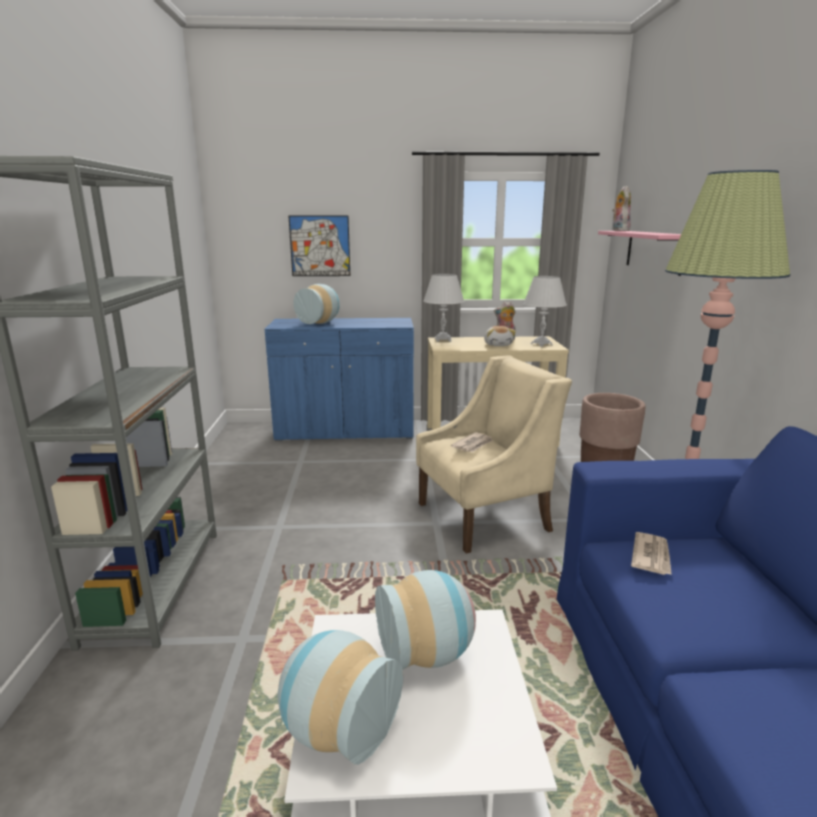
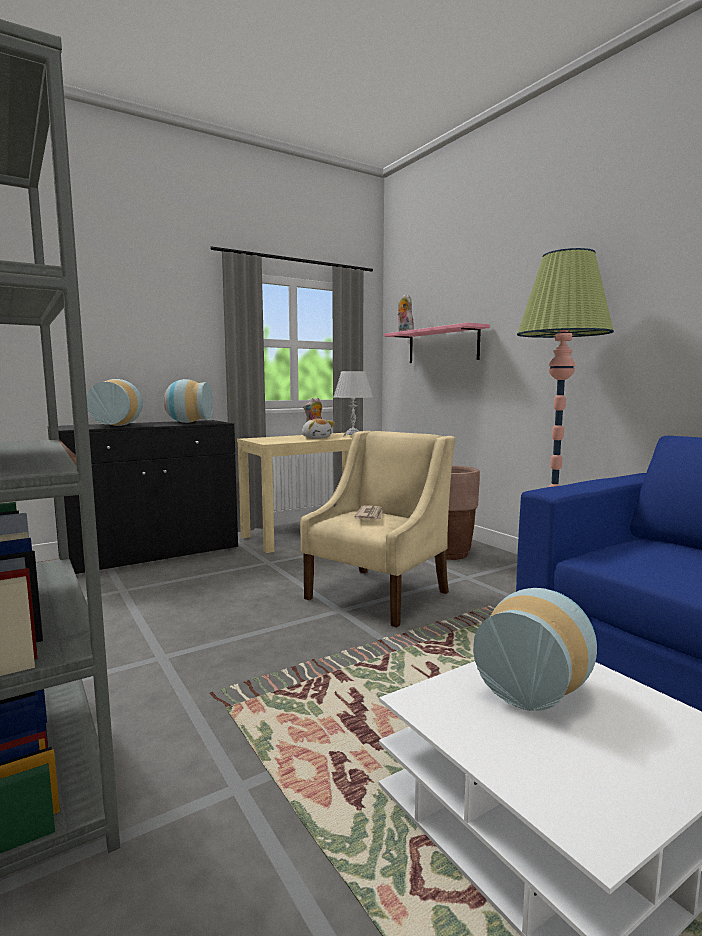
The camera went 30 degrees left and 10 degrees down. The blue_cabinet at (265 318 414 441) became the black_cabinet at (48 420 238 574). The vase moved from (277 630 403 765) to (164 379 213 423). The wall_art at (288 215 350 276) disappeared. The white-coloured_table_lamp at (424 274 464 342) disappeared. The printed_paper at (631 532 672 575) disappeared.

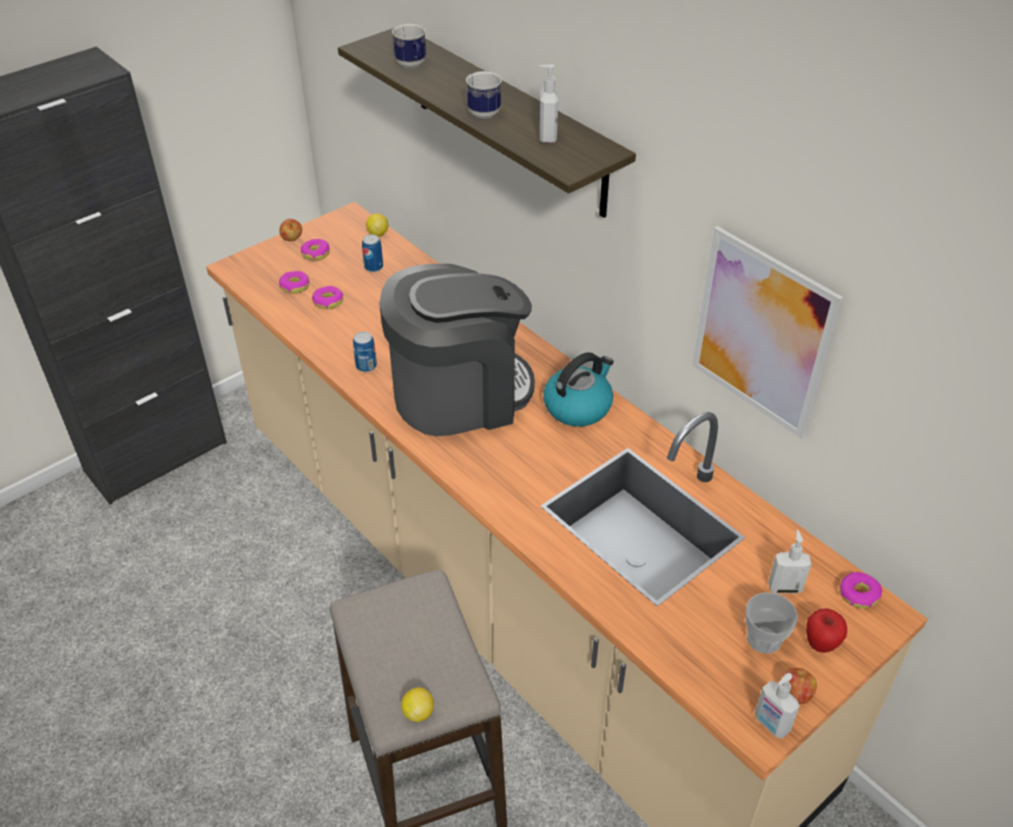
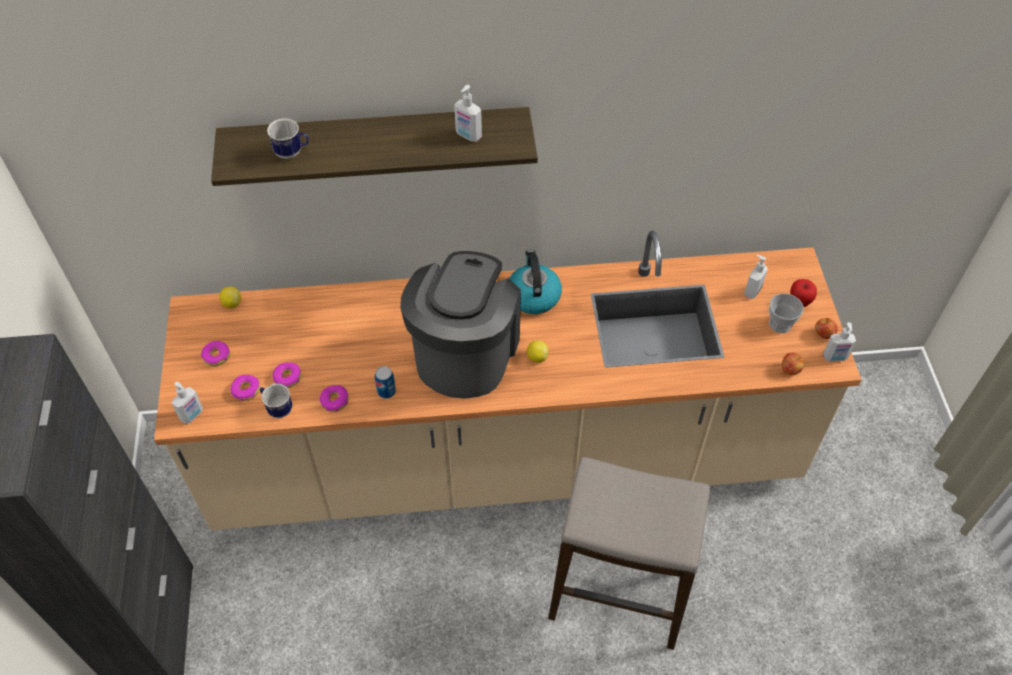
The camera went 55 degrees left and 10 degrees up. The soap_bottle at (172 382 203 424) appeared. The coffee_mug moved from (466 71 502 119) to (260 384 292 418). The doughnut moved from (840 572 882 609) to (320 385 349 412). The lemon moved from (401 687 434 722) to (527 340 549 363). The apple moved from (280 219 302 241) to (782 352 804 375). The can at (362 234 383 272) disappeared. The wall_art at (692 226 843 439) disappeared.

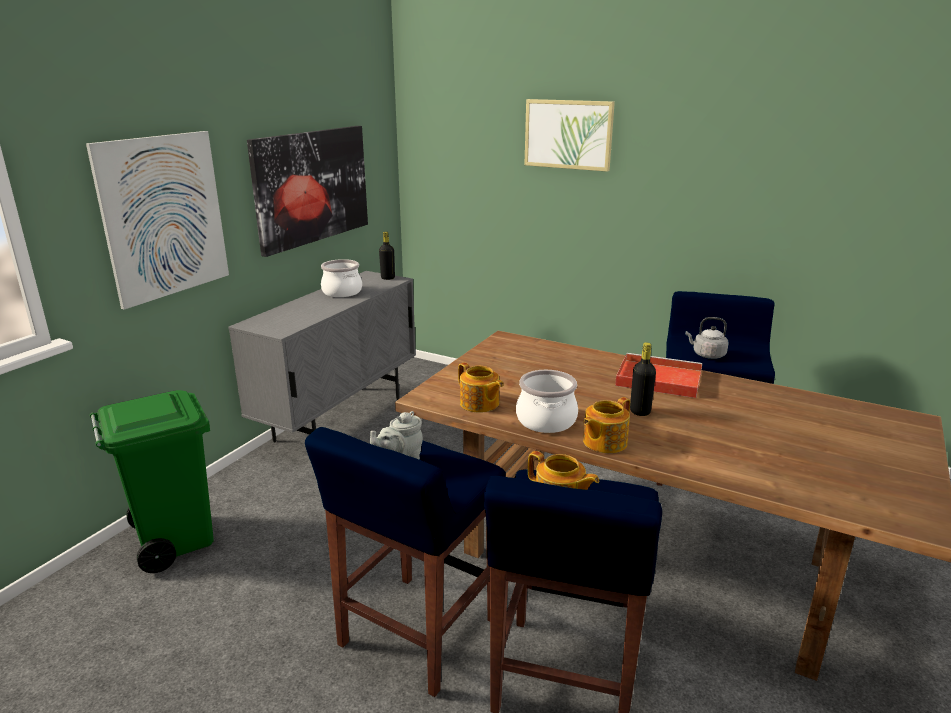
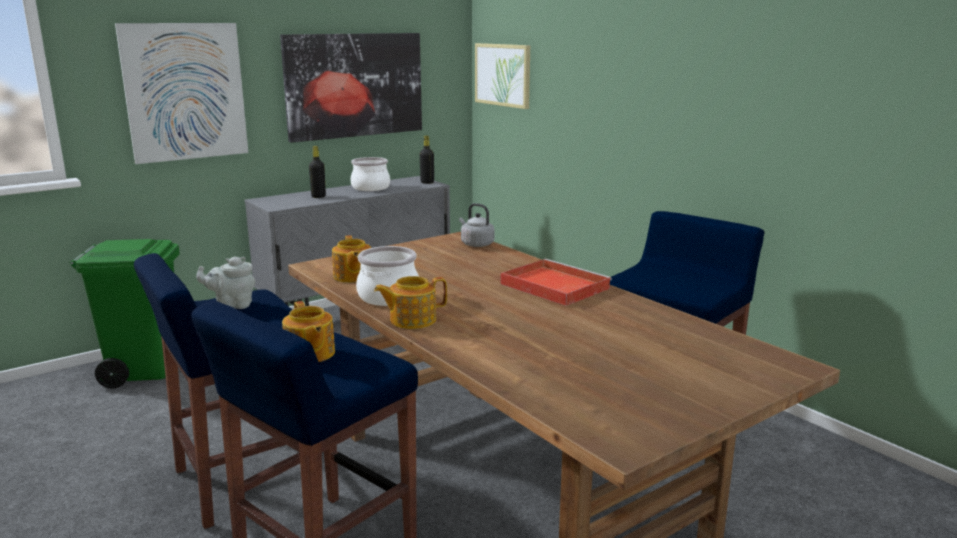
The camera went 25 degrees right and 5 degrees down. The black_drink_bottle moved from (630 342 656 416) to (309 146 326 198). The grey_water_kettle moved from (686 317 729 359) to (459 203 495 247). The wall_art moved from (524 99 615 172) to (475 43 530 109).

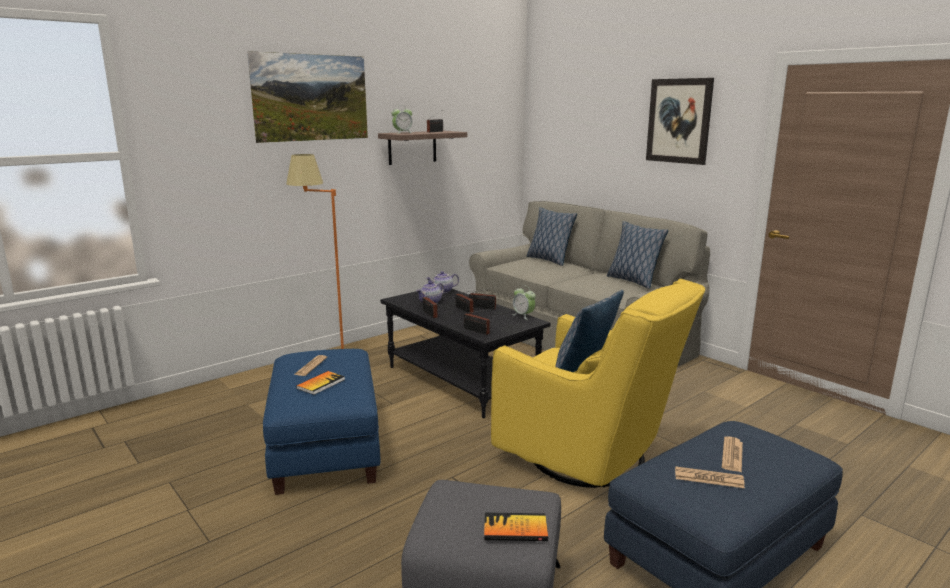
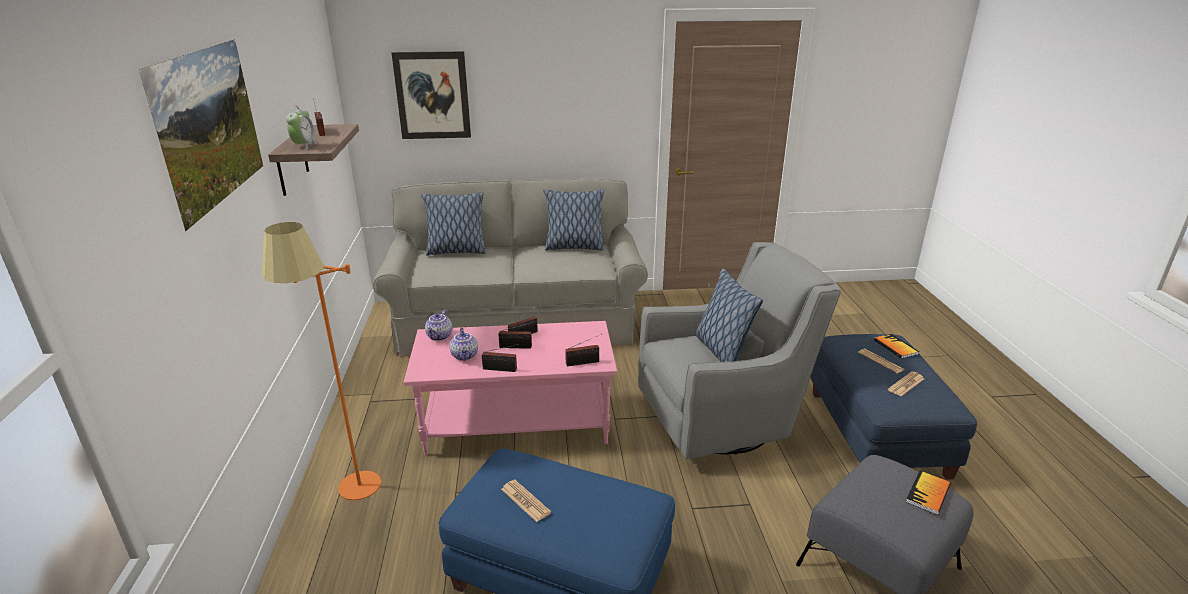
The camera went 55 degrees left and 10 degrees up. The wall_art moved from (646 78 714 165) to (392 51 471 139). The black_coffee_table at (380 289 551 418) became the pink_coffee_table at (403 321 617 455). The yellowish_lounge_chair at (491 279 705 488) became the grey_lounge_chair at (638 242 841 459). The book moved from (296 371 345 395) to (874 334 919 359). The alarm_clock at (512 285 536 320) disappeared.

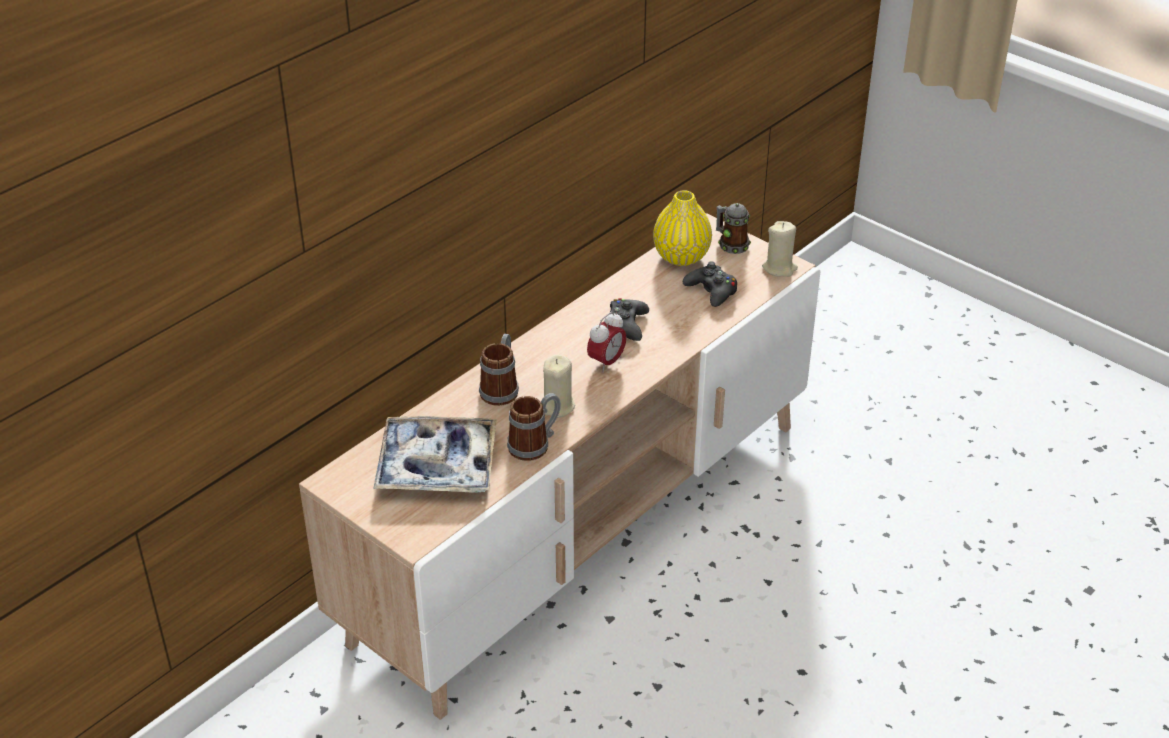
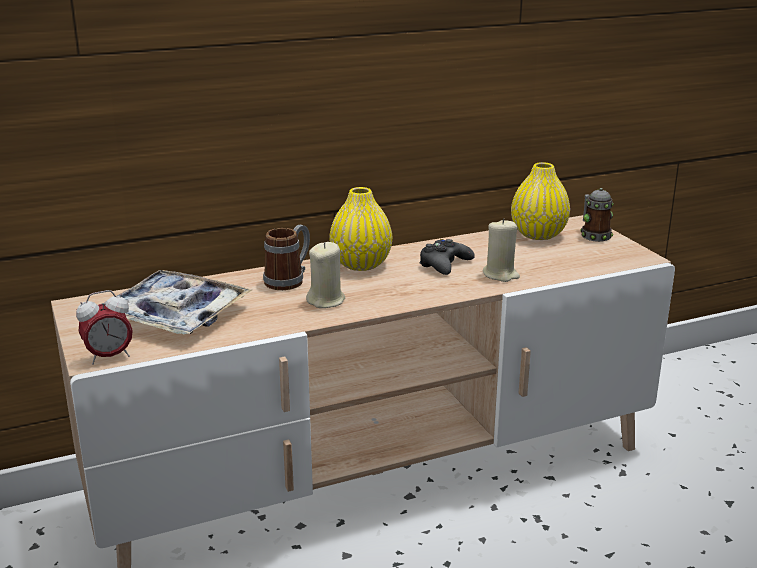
The camera went 25 degrees right and 15 degrees down. The alarm_clock moved from (587 312 627 373) to (76 290 133 365). The yellowish_vase at (329 187 392 271) appeared. The sand-coloured_wax_light moved from (762 221 798 277) to (483 219 520 282). The coffee_mug at (507 393 561 461) disappeared. The black_gamepad at (683 261 737 307) disappeared.

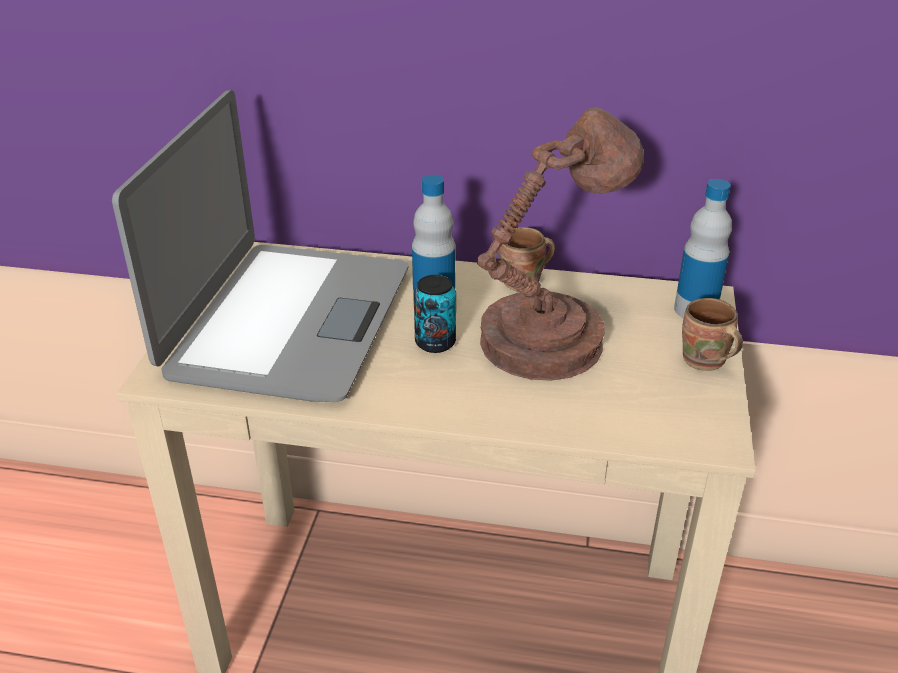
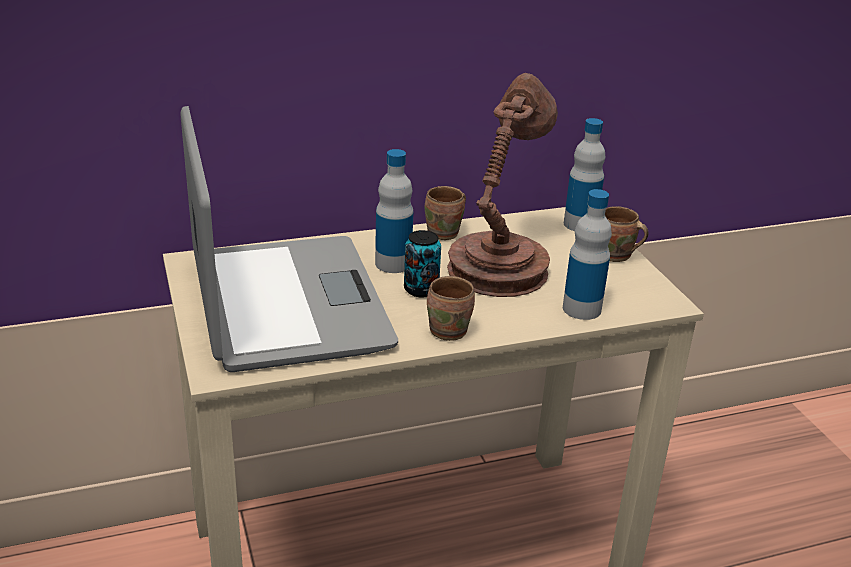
The camera went 30 degrees left and 5 degrees down. The brown_coffee_mug at (427 276 475 341) appeared. The drink_bottle at (563 189 612 320) appeared.

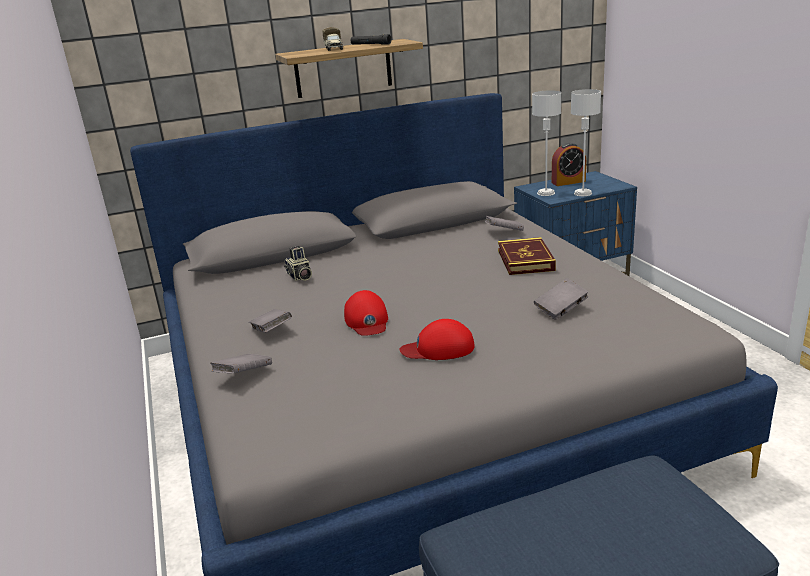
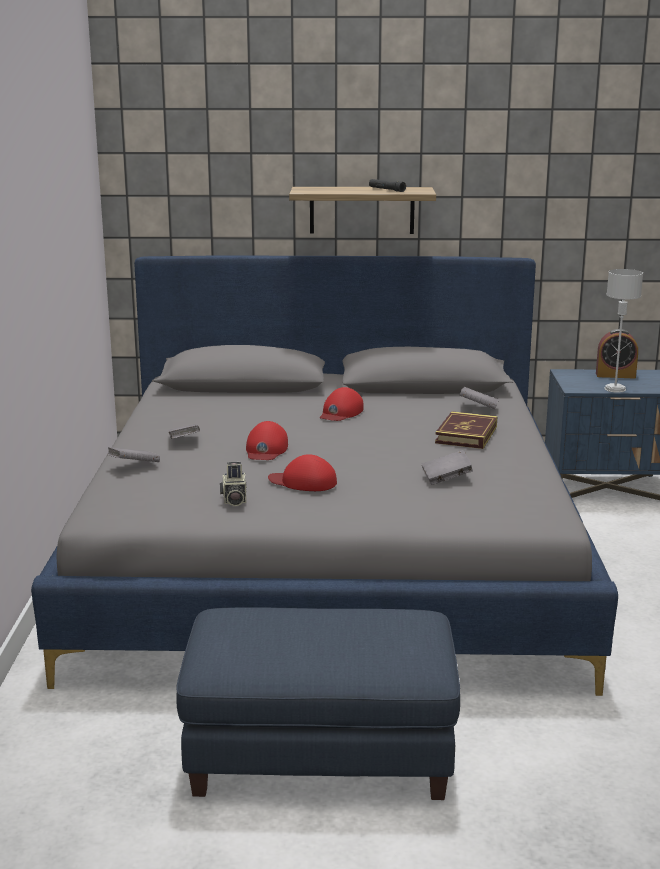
The camera went 20 degrees right and 5 degrees down. The still_camera moved from (284 246 312 281) to (220 462 247 506). The reddish_baseball_cap at (320 387 364 421) appeared. The toy_lorry at (322 27 343 51) disappeared. The grey_table_lamp at (532 90 561 196) disappeared.

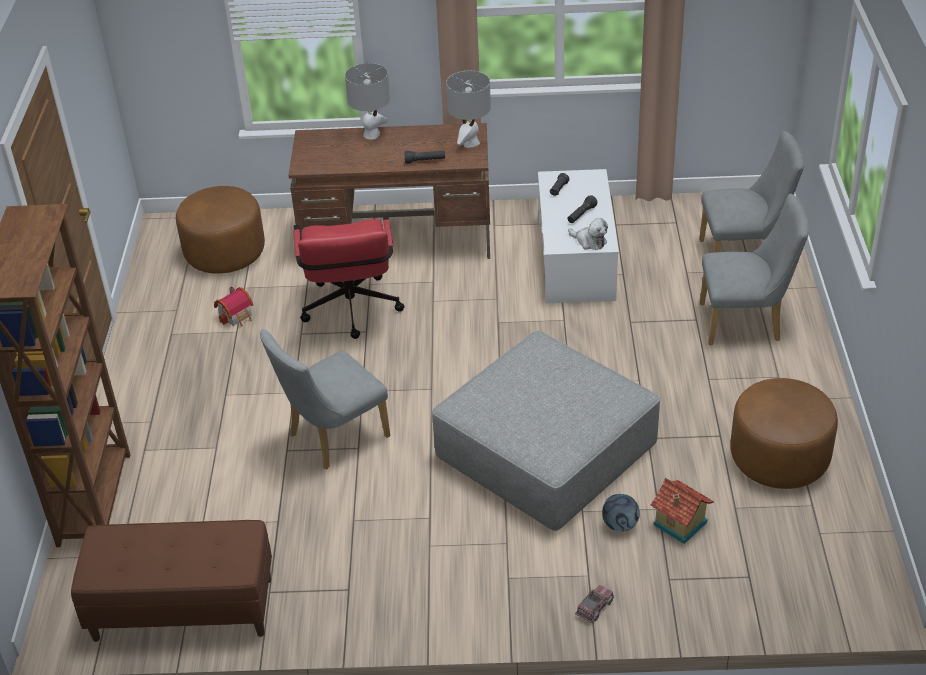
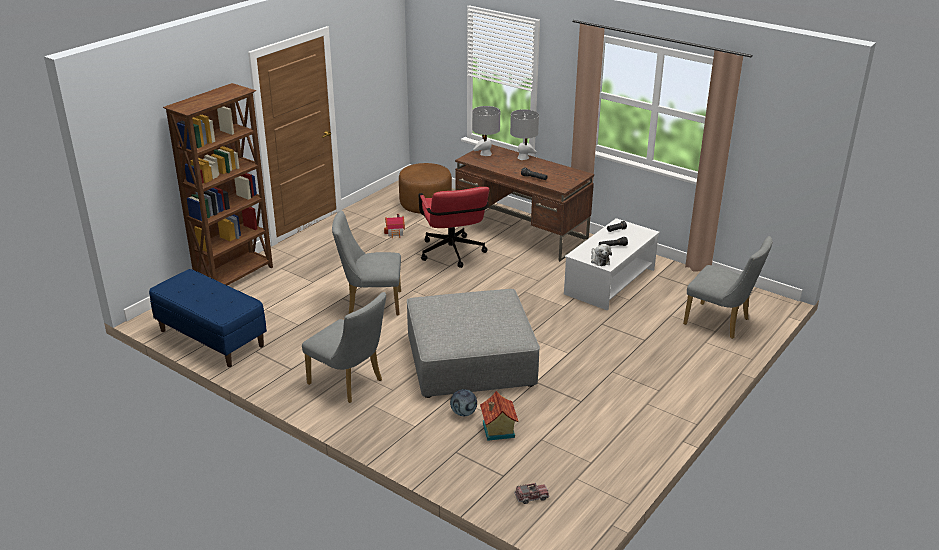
The camera went 35 degrees right and 10 degrees down. The brown_indoor_bench at (71 520 272 642) became the blue_indoor_bench at (149 269 267 367). The grey_upright_chair moved from (700 194 809 345) to (302 292 386 403). The reddish_office_chair at (293 215 404 339) turned 45 degrees counterclockwise. The grey_table_lamp moved from (446 71 491 148) to (472 106 500 156). The toy_lorry moved from (575 585 614 623) to (514 483 549 504). The brown_pouffe at (730 378 838 489) disappeared.

